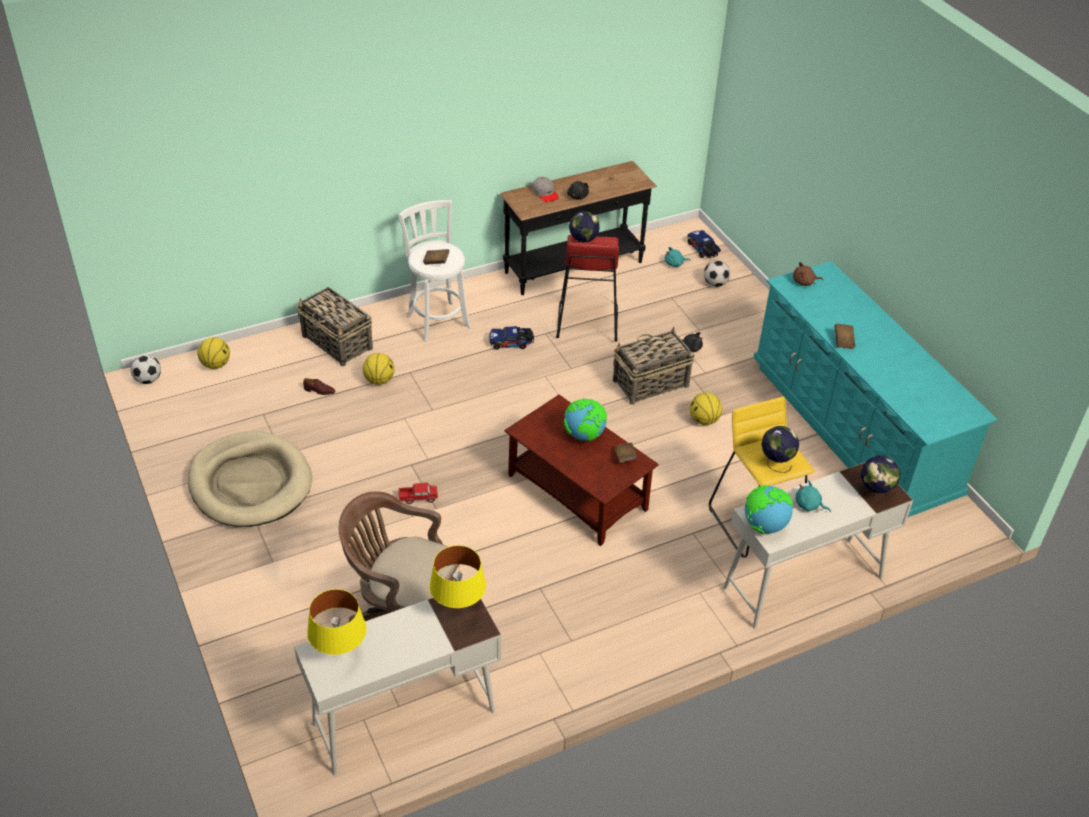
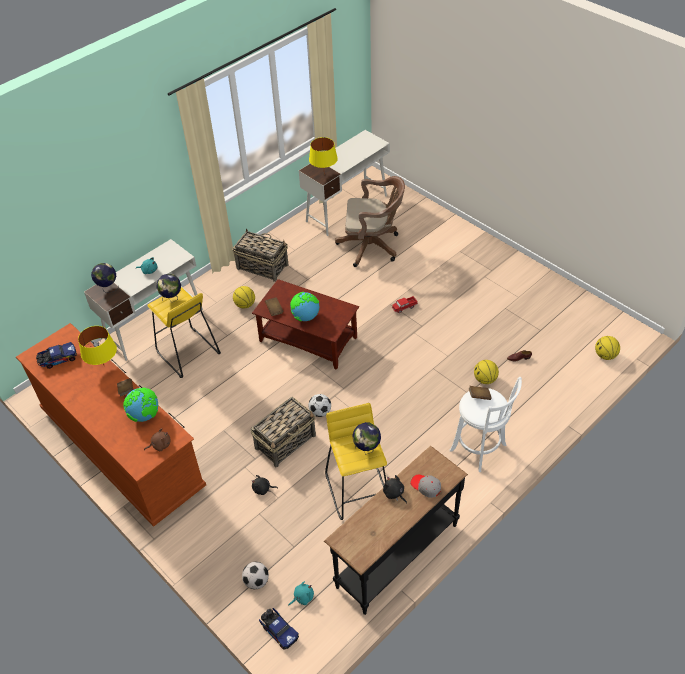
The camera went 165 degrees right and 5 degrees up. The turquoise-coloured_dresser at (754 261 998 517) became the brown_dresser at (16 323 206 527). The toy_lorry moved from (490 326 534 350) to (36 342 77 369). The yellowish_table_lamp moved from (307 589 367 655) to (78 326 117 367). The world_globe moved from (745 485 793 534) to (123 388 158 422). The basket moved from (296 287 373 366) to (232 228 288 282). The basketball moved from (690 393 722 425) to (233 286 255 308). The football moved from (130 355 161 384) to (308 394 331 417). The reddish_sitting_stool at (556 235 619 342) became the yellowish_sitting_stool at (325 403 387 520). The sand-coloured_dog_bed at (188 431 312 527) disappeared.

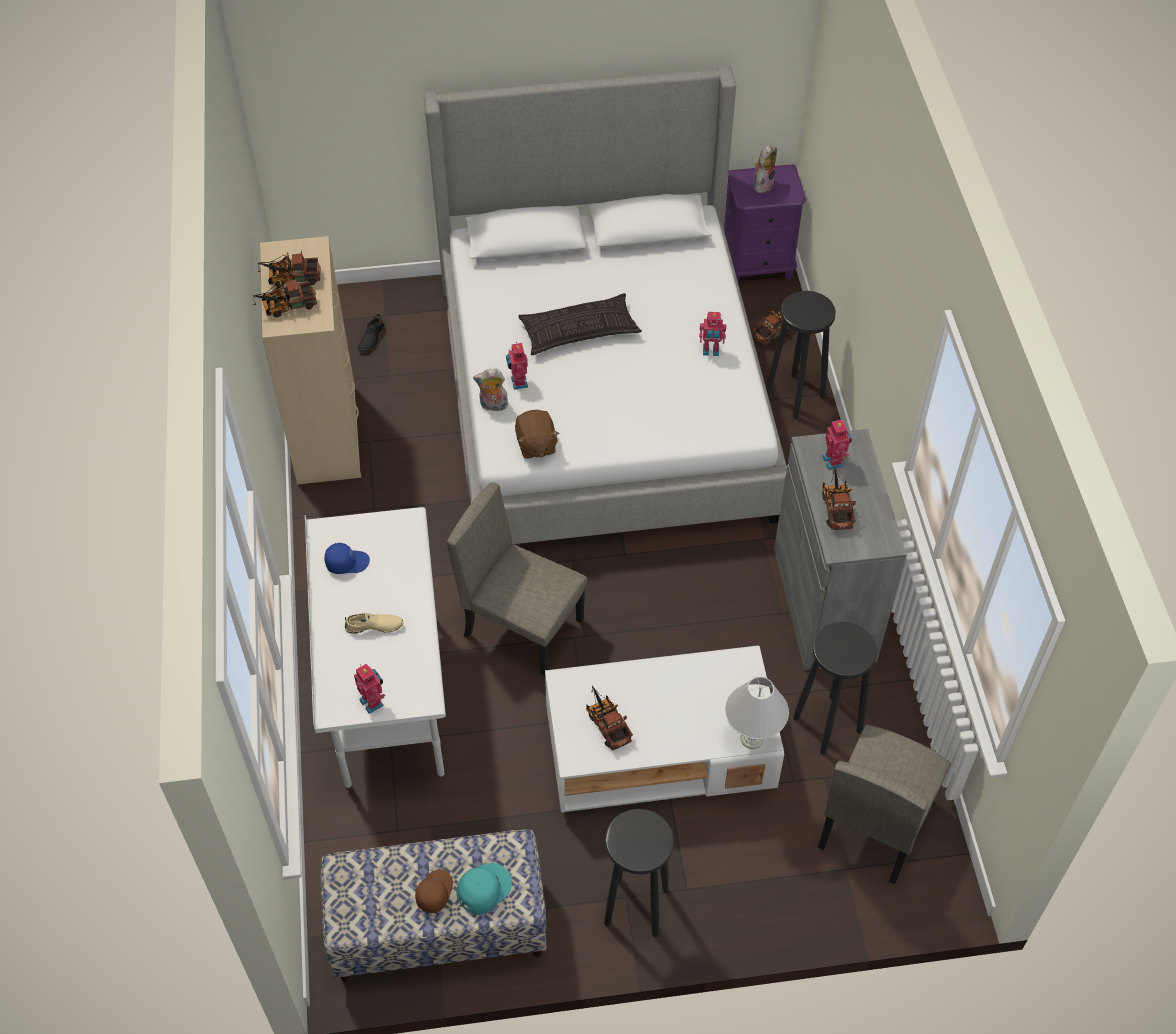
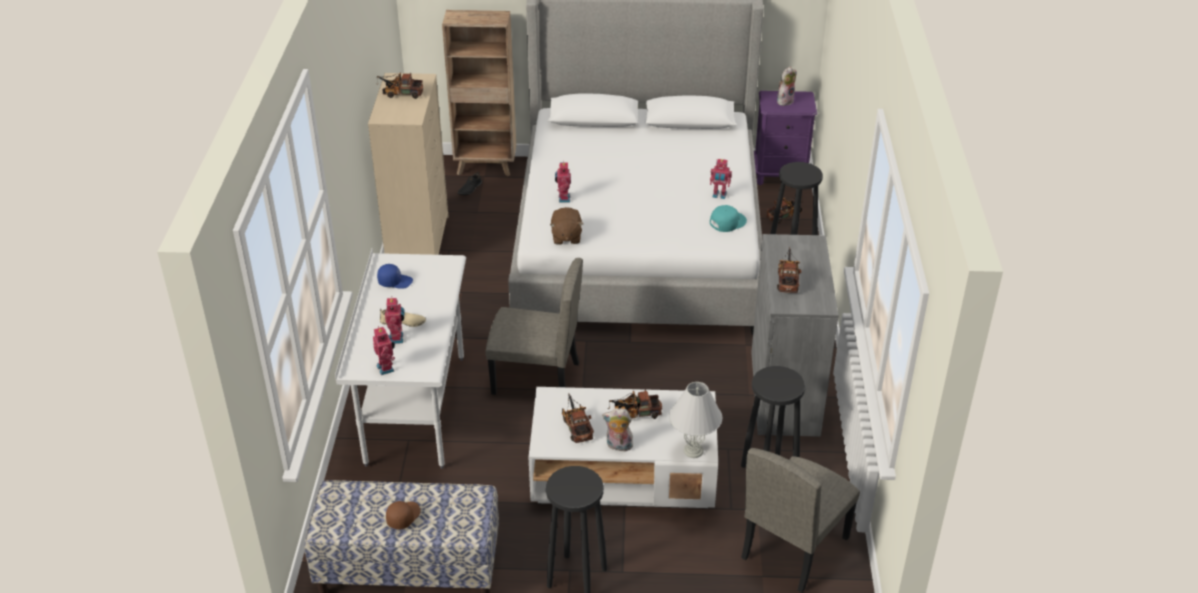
The camera went 10 degrees right and 15 degrees down. The model_robot moved from (822 420 852 470) to (385 296 405 344). The brown_bookcase at (442 10 516 176) appeared. The sand-coloured_upright_chair at (447 482 587 676) turned 150 degrees clockwise. The plush_toy moved from (473 369 508 411) to (602 408 633 451). The toy_lorry moved from (253 277 317 317) to (608 389 662 419). The turquoise-coloured_baseball_cap moved from (457 863 512 914) to (710 205 747 232). The throw_pillow at (519 293 642 355) disappeared.

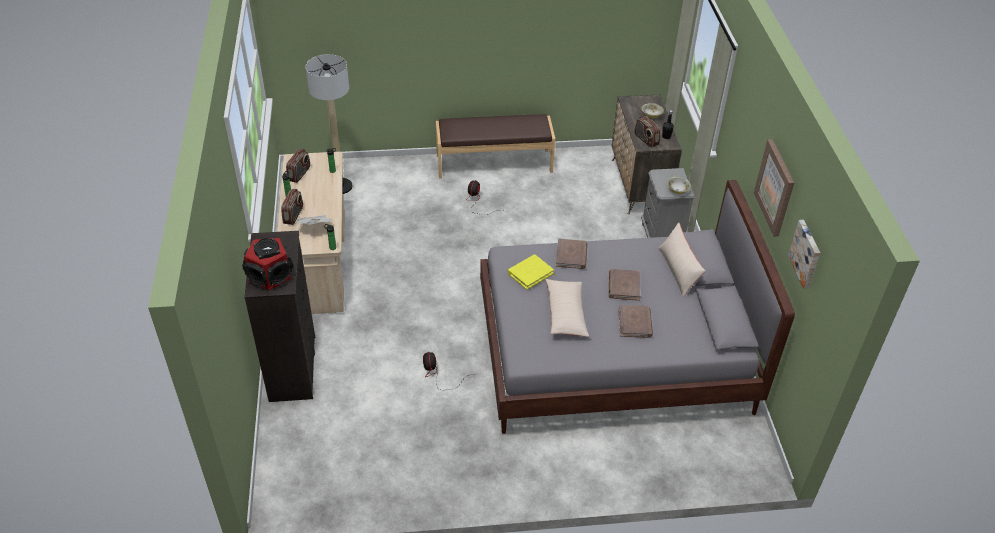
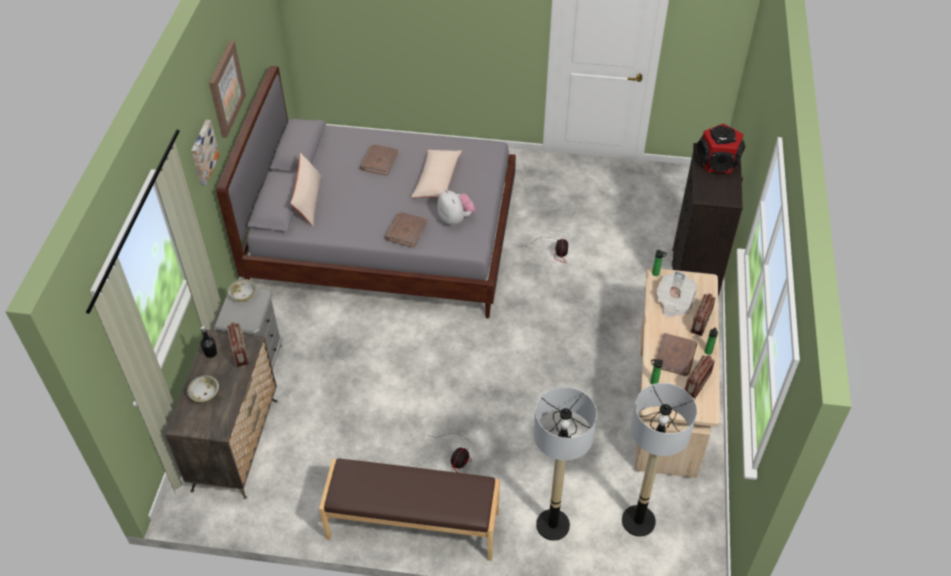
The camera went 165 degrees left and 5 degrees up. The wall_art moved from (788 220 820 288) to (191 120 219 186). The yellowish_book at (507 255 554 290) was replaced by the plush_toy at (437 189 475 226). The floor_lamp at (534 387 597 541) appeared. The brown_book moved from (609 269 640 301) to (656 333 697 376).

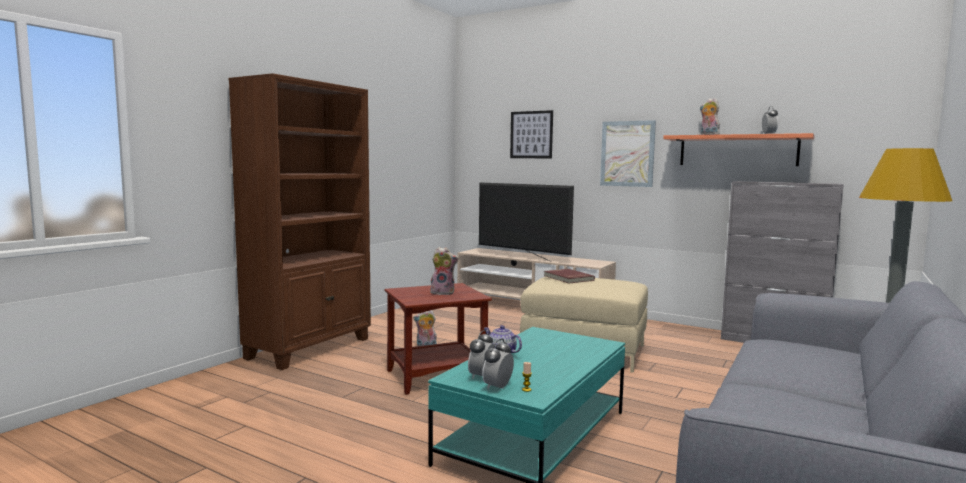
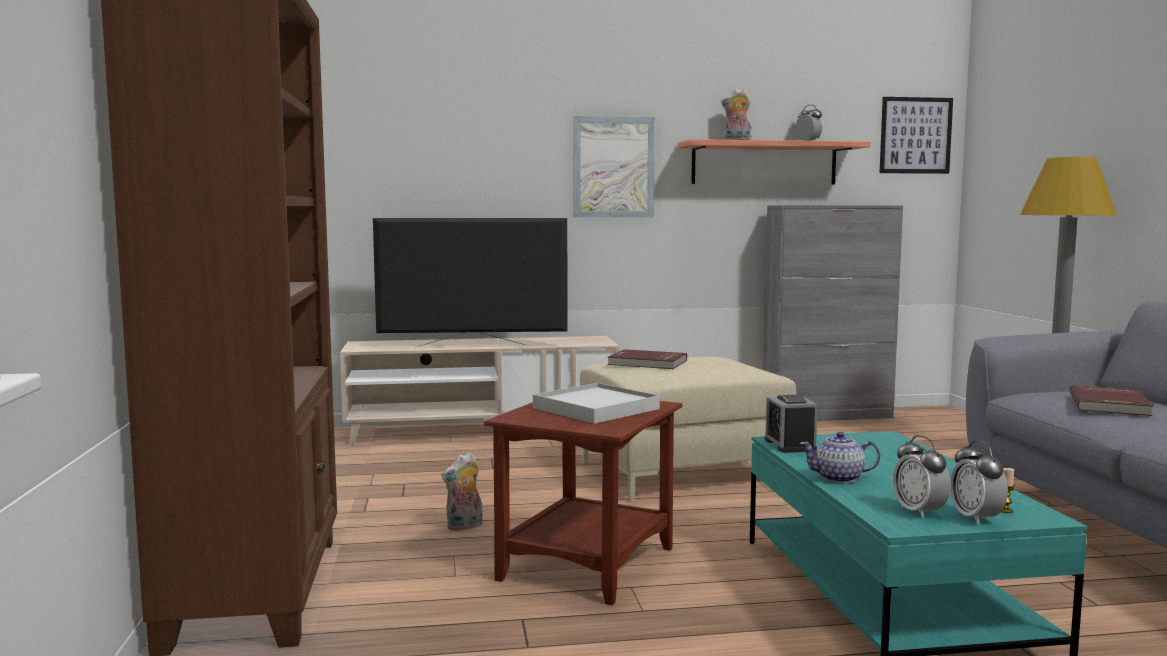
The camera went 40 degrees left and 0 degrees up. The plush_toy at (430 247 459 295) was replaced by the white-coloured_tray at (533 383 660 424). The alarm_clock at (765 395 817 453) appeared. The wall_art moved from (510 110 553 158) to (879 97 953 174). The reddish_book at (1070 385 1153 416) appeared.

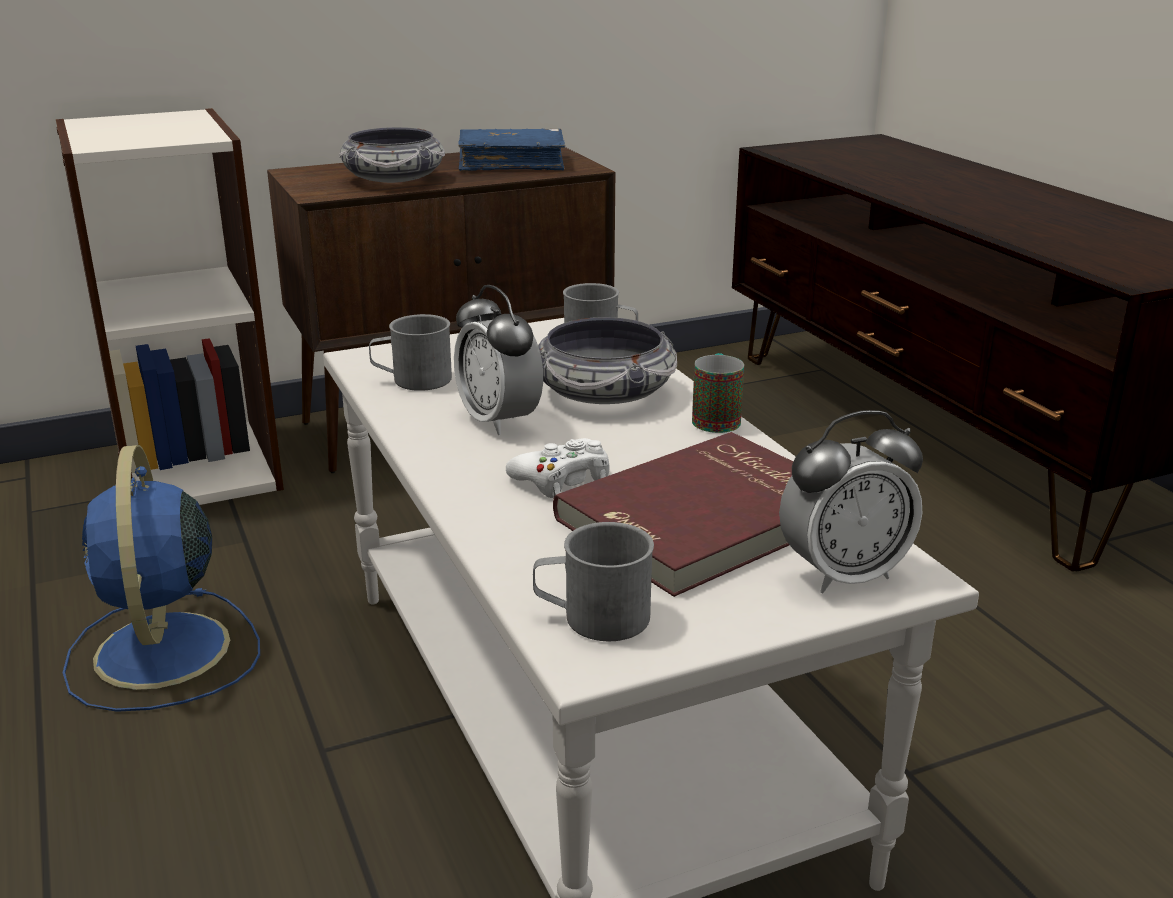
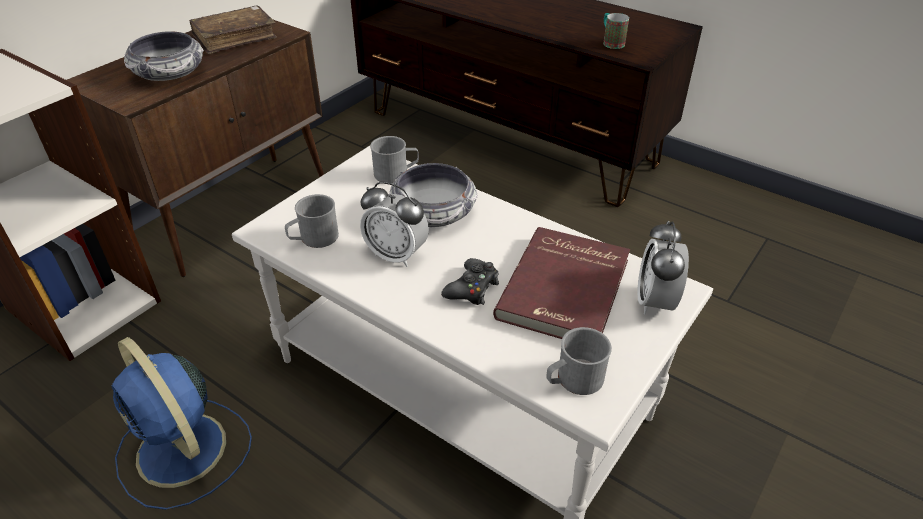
The camera went 30 degrees left and 15 degrees up. The blue_book at (458 129 565 171) became the brown_book at (189 6 277 54). The white-coloured_gamepad at (506 438 610 498) became the black_gamepad at (441 258 499 305). The coffee_mug moved from (692 353 744 433) to (603 13 629 49). The alarm_clock at (779 410 923 593) turned 150 degrees clockwise.

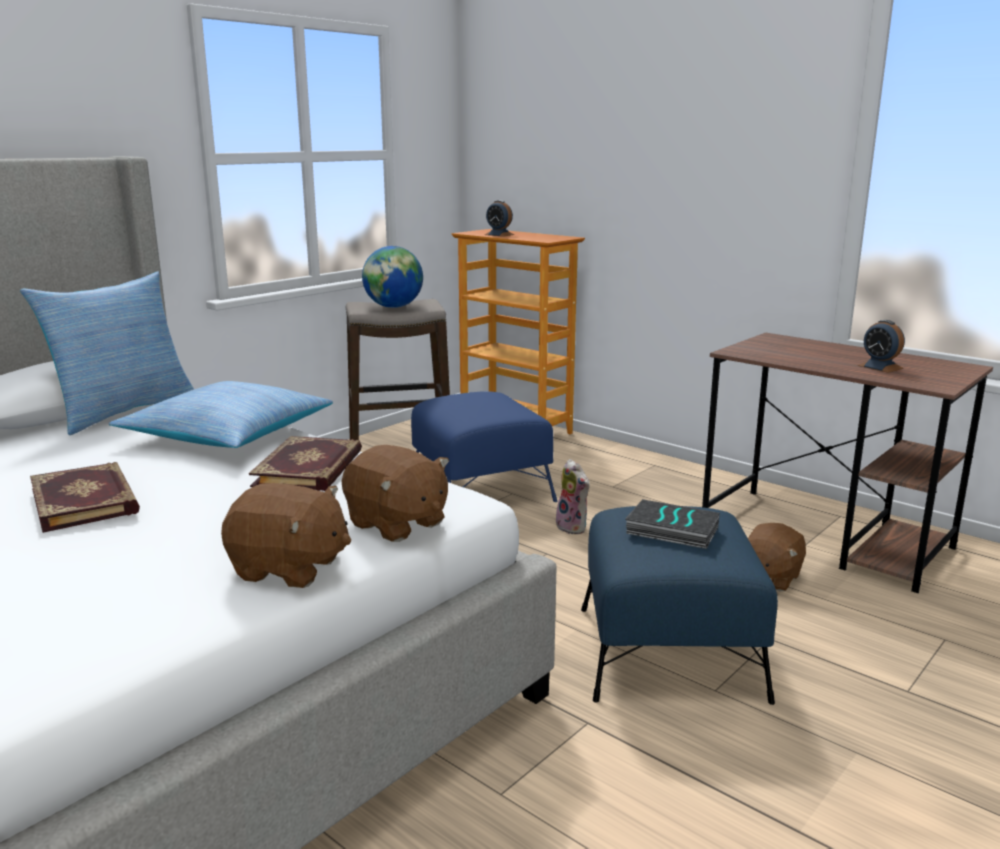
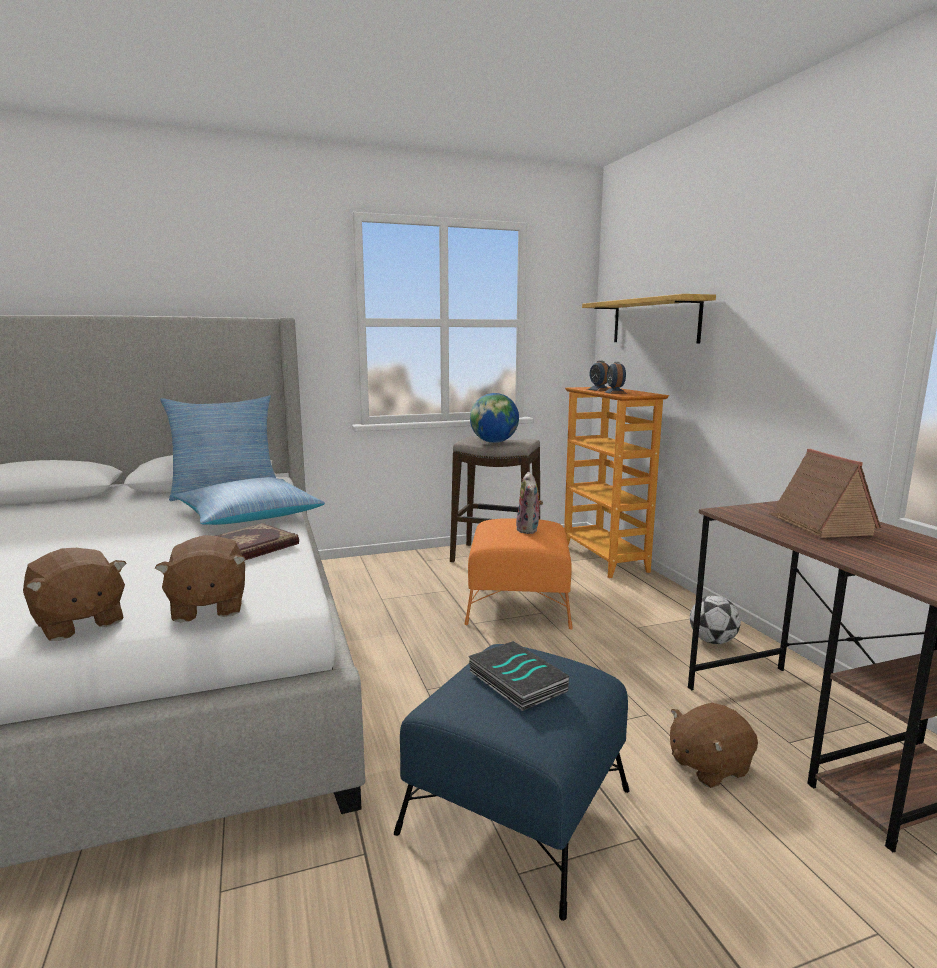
The camera went 30 degrees right and 5 degrees down. The blue_pouffe at (411 391 558 502) became the orange_pouffe at (465 518 573 629). The plush_toy moved from (554 459 590 534) to (516 472 543 534). The bracket_shelf at (582 294 716 344) appeared. The alarm_clock moved from (858 320 905 373) to (604 362 627 394). The football at (690 596 741 644) appeared. The model_house at (768 449 881 538) appeared. The book at (30 462 140 533) disappeared.

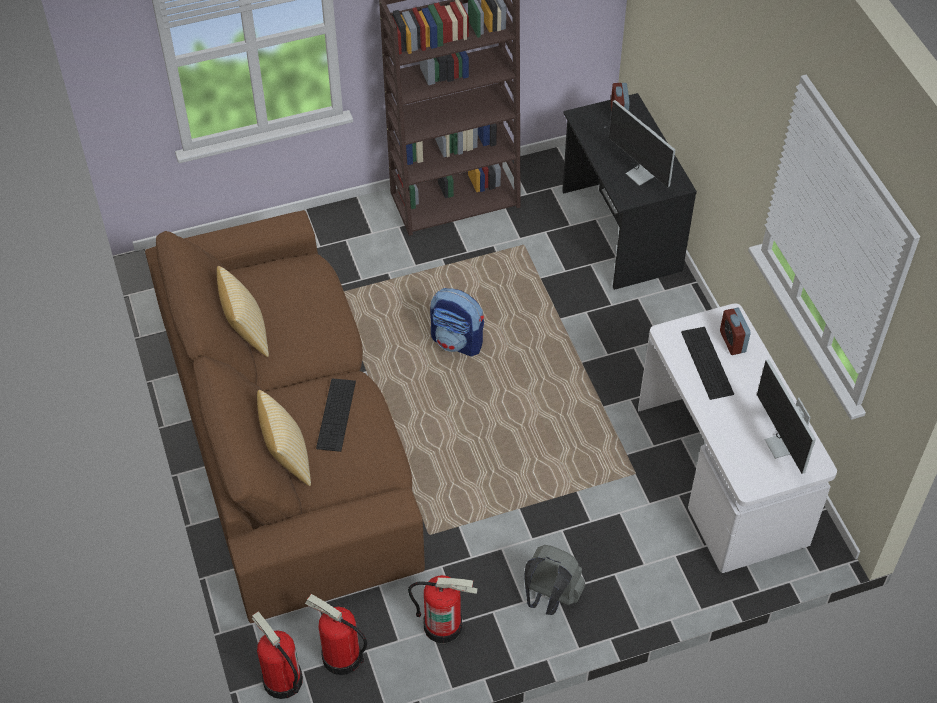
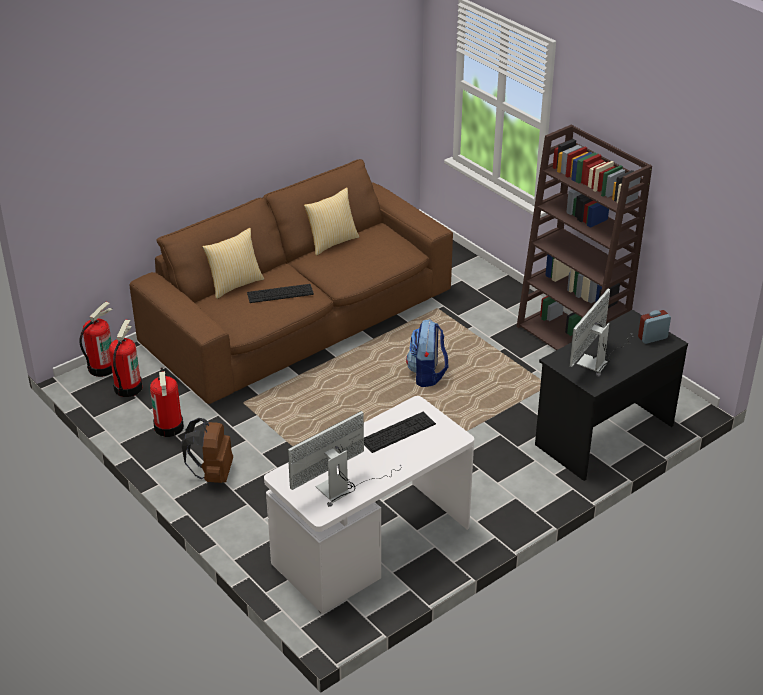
The camera went 70 degrees right and 15 degrees down. The grey_knapsack at (524 545 585 615) became the brown_knapsack at (181 418 233 483). The alarm_clock at (720 308 751 355) disappeared.

